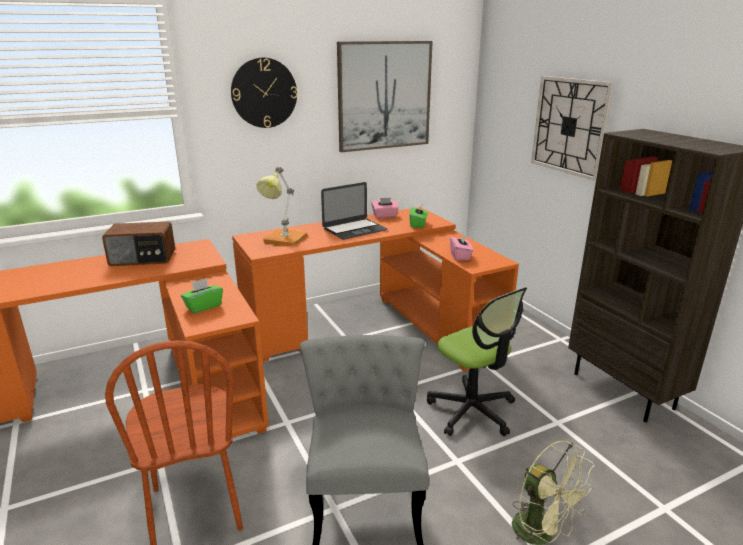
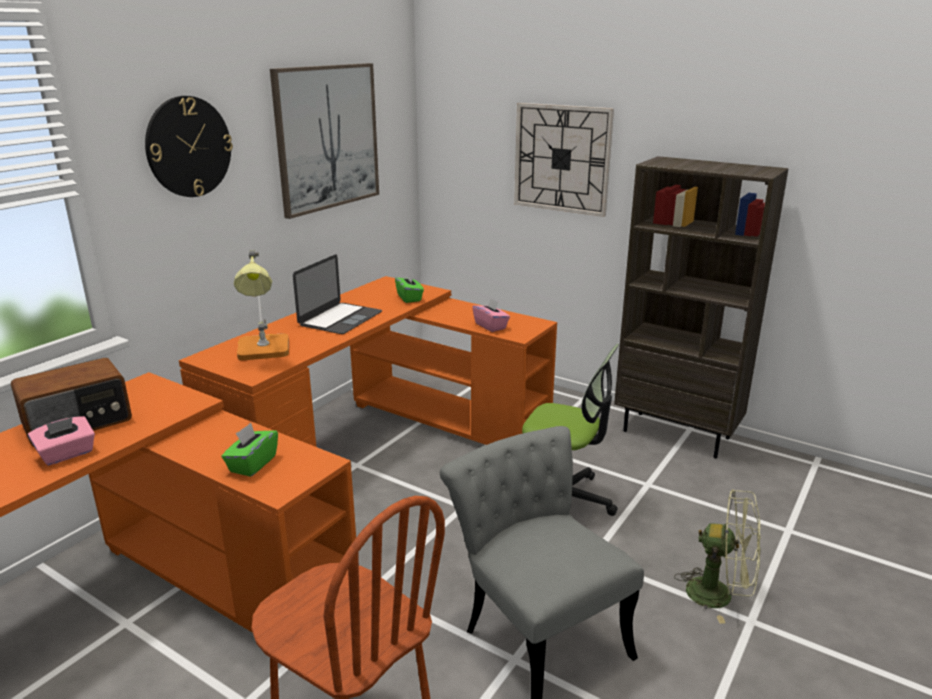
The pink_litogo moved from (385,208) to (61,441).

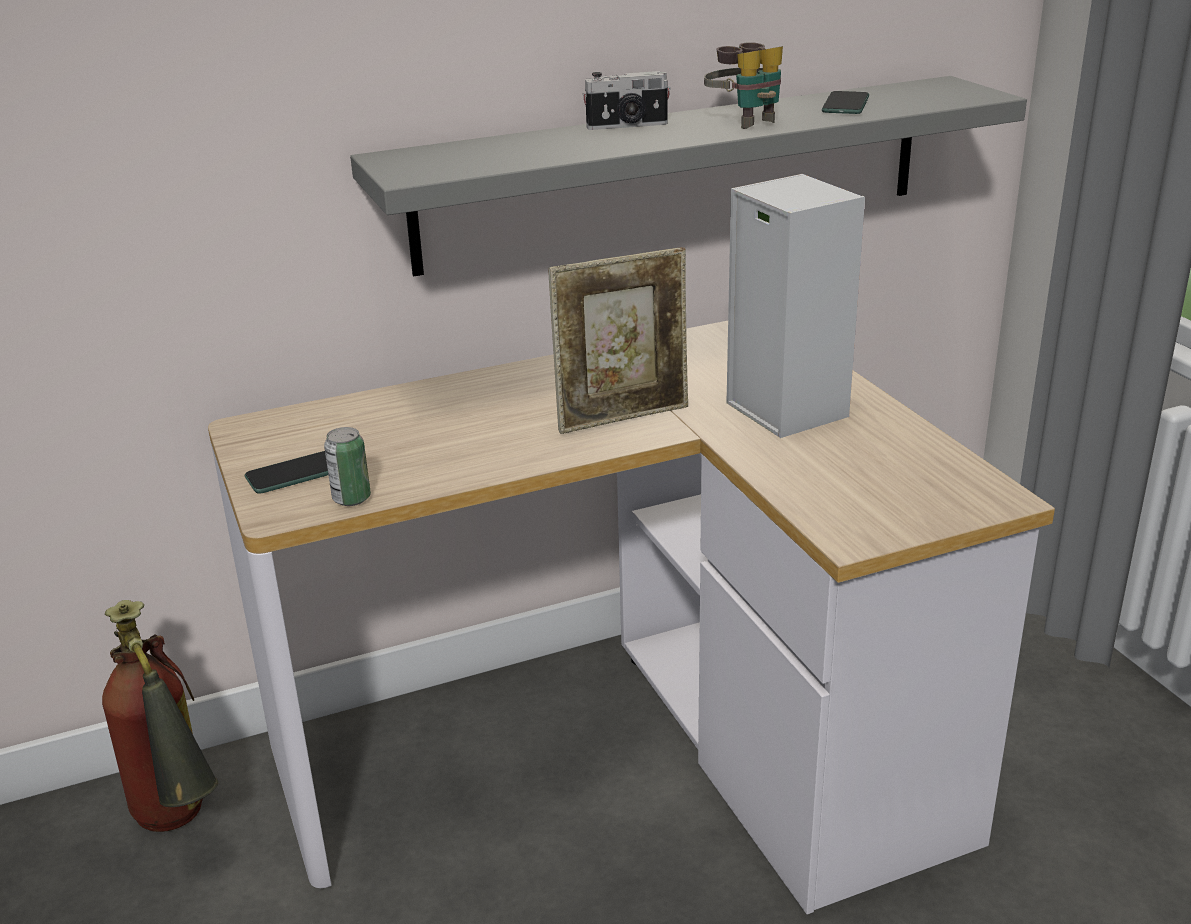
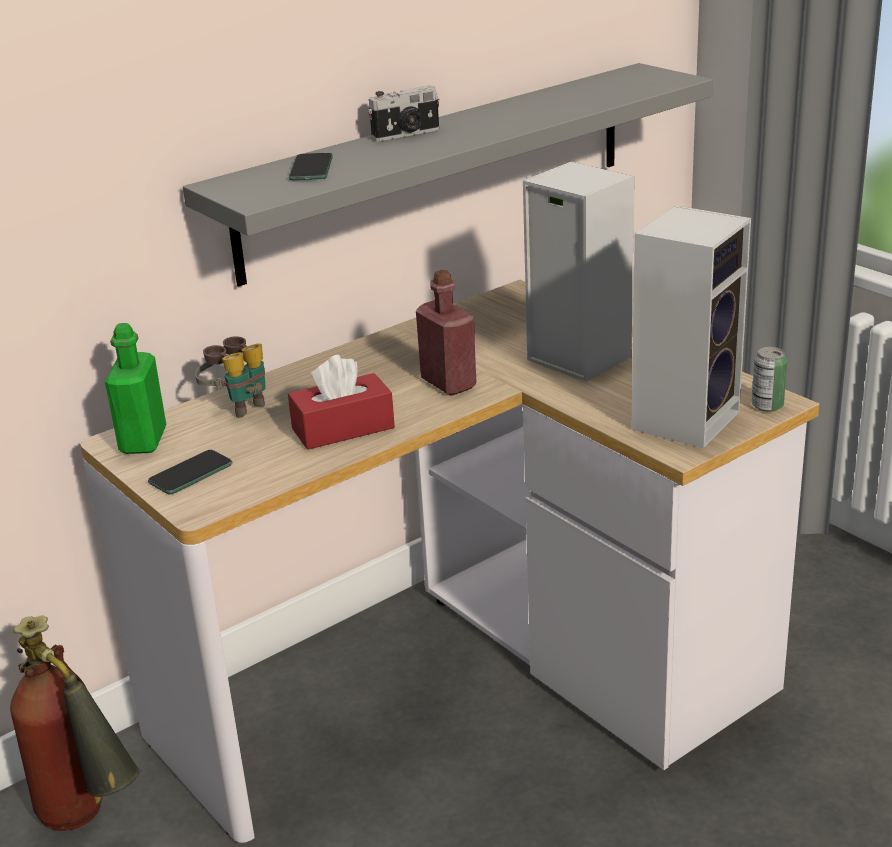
The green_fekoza at (135,388) appeared. The red_litogo at (341,402) appeared. The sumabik at (691,327) appeared. The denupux moved from (347,466) to (769,379). The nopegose moved from (743,85) to (230,377). The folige moved from (845,102) to (311,166). The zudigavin at (618,340) was replaced by the red_fekoza at (446,333).

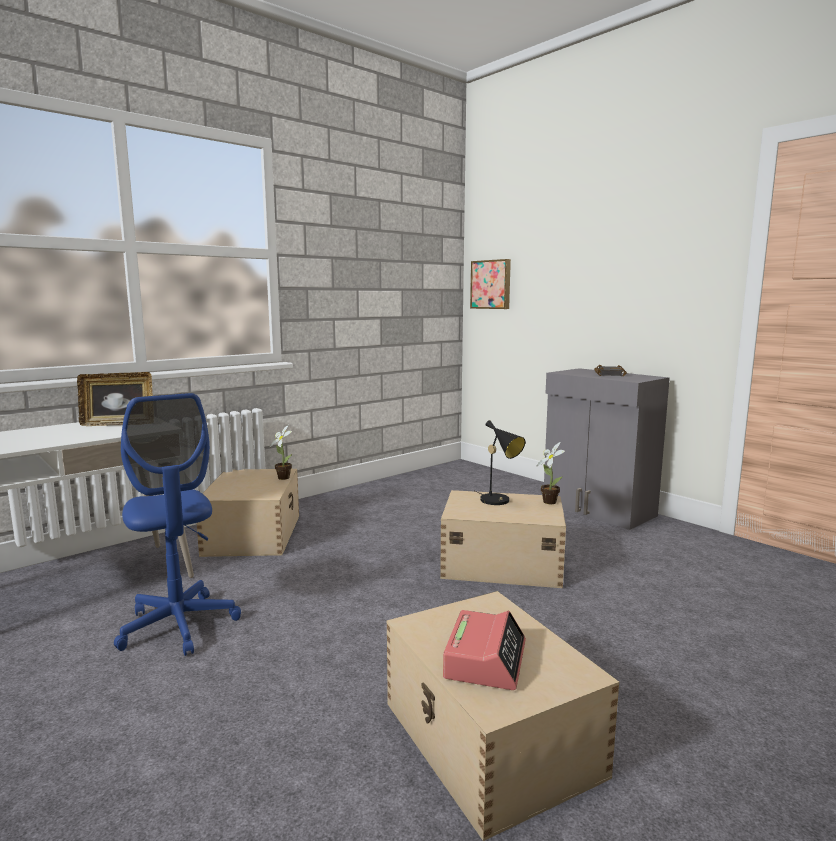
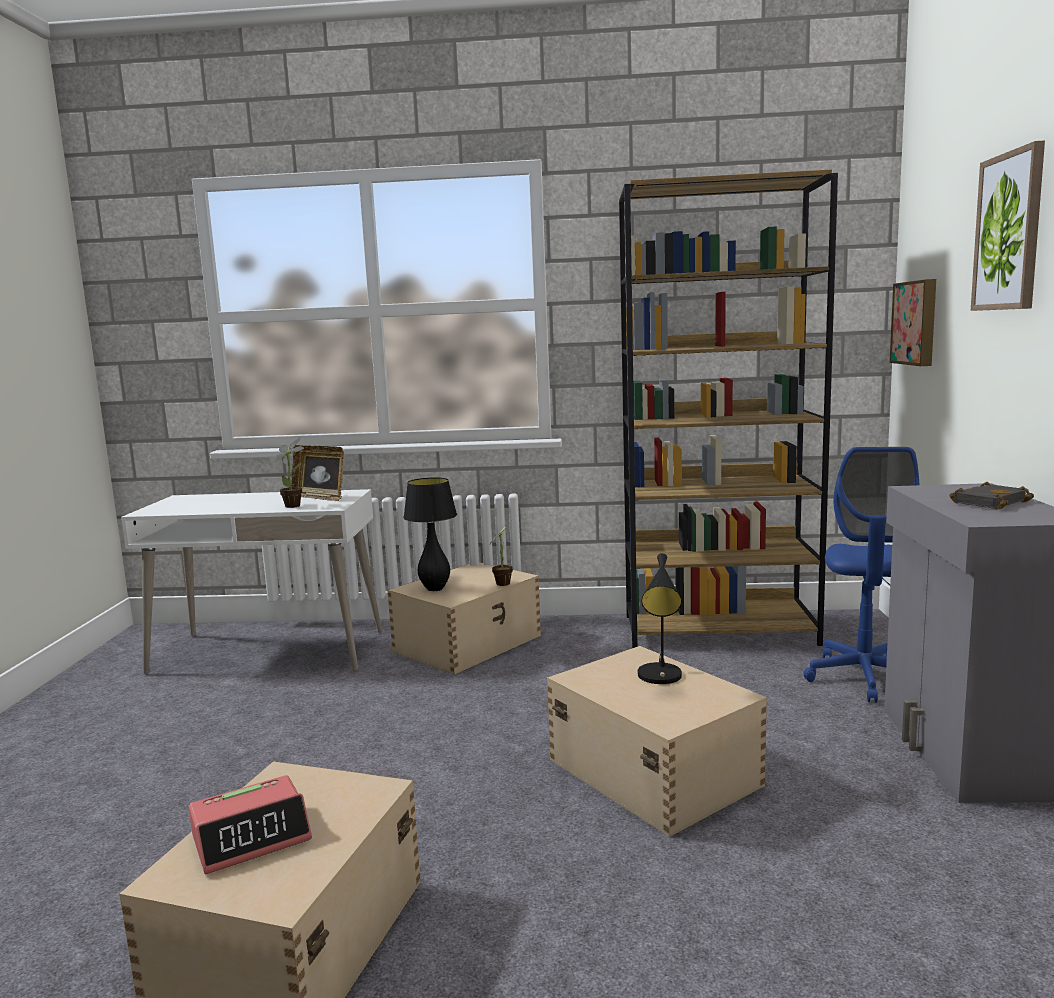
The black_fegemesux at (430,534) appeared. The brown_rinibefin at (728,408) appeared. The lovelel at (1008,225) appeared. The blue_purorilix moved from (177,524) to (861,575). The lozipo moved from (551,473) to (287,473).

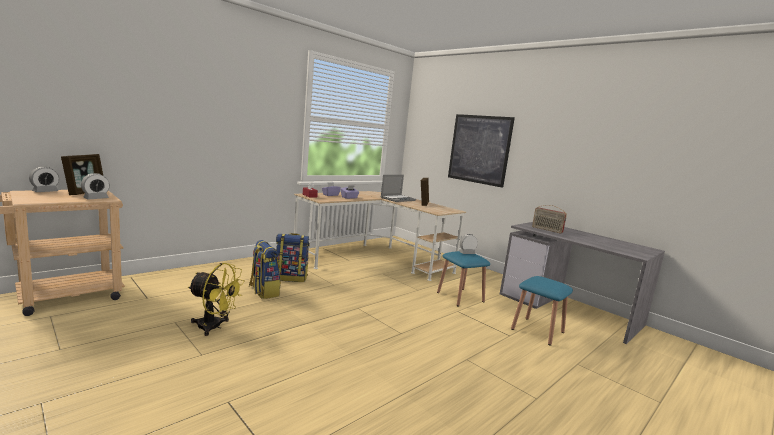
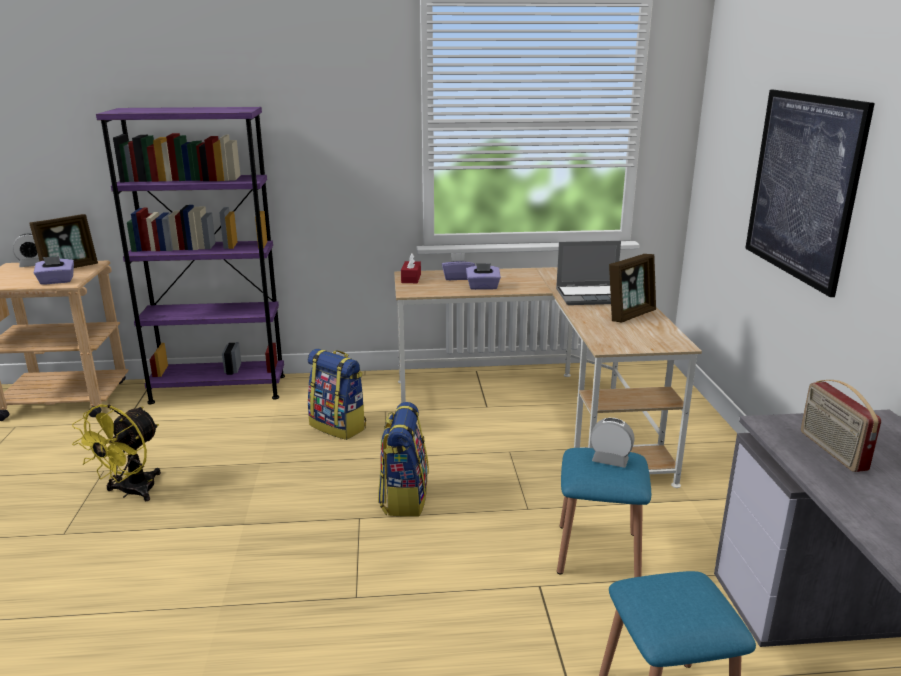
The purple_rinibefin at (190,255) appeared. The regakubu moved from (265,269) to (403,459). The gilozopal at (95,186) was replaced by the purple_litogo at (54,270). The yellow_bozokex at (216,299) turned 60 degrees clockwise.

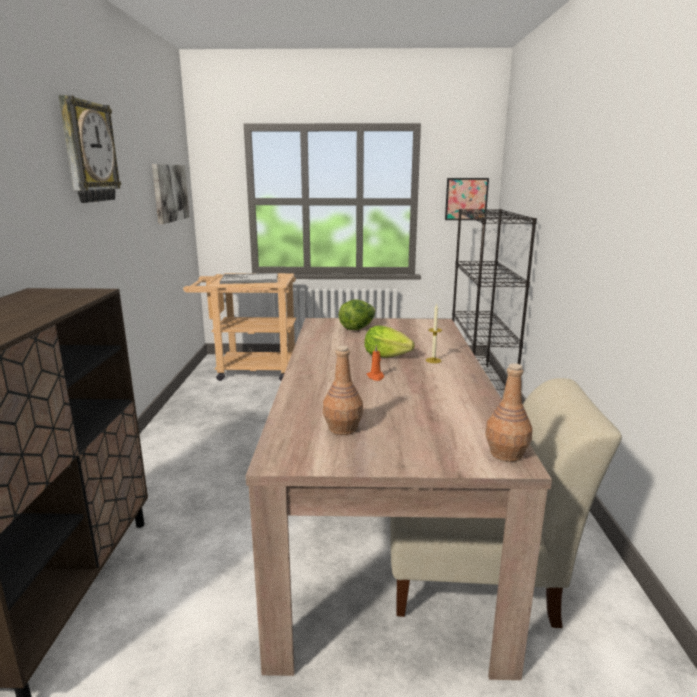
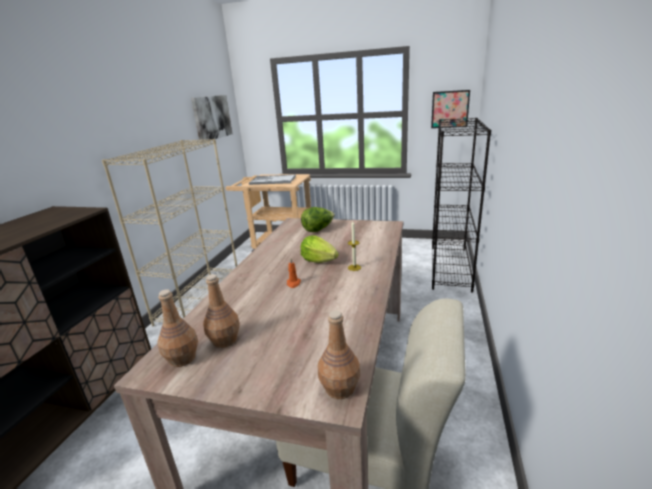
The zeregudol at (90,149) disappeared. The beige_rinibefin at (169,232) appeared. The brown_fekoza at (178,328) appeared.

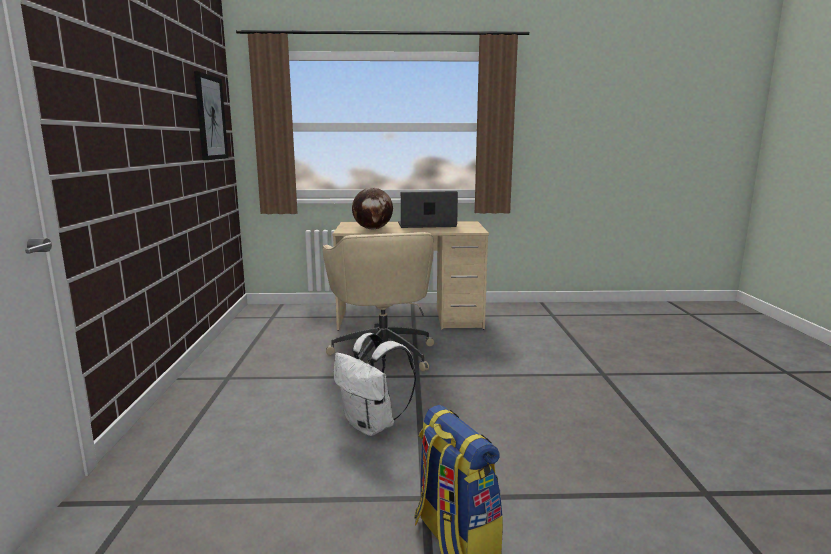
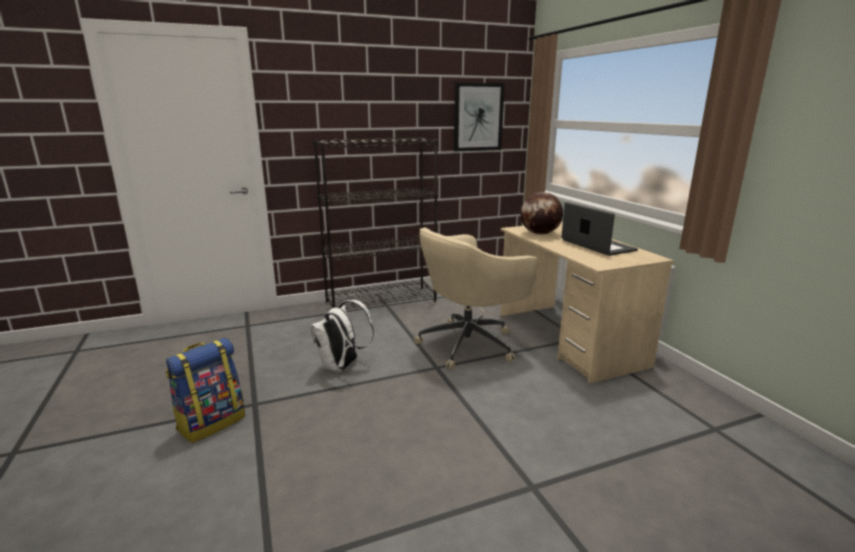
The black_rinibefin at (375,223) appeared.

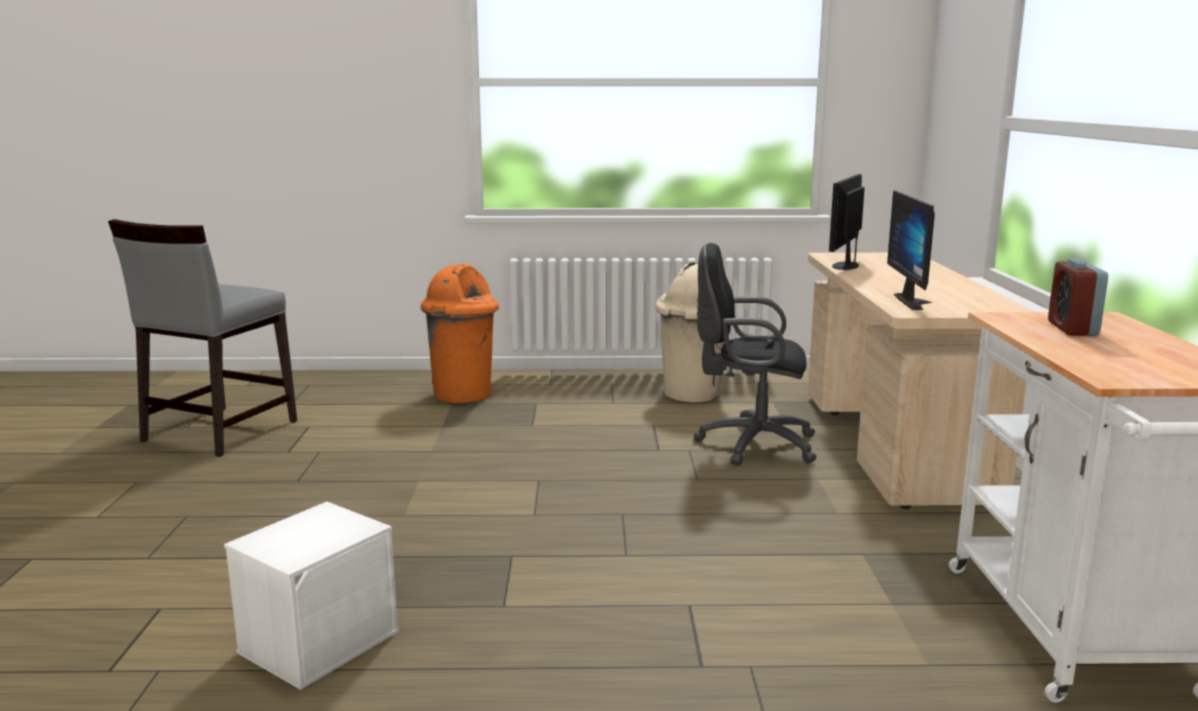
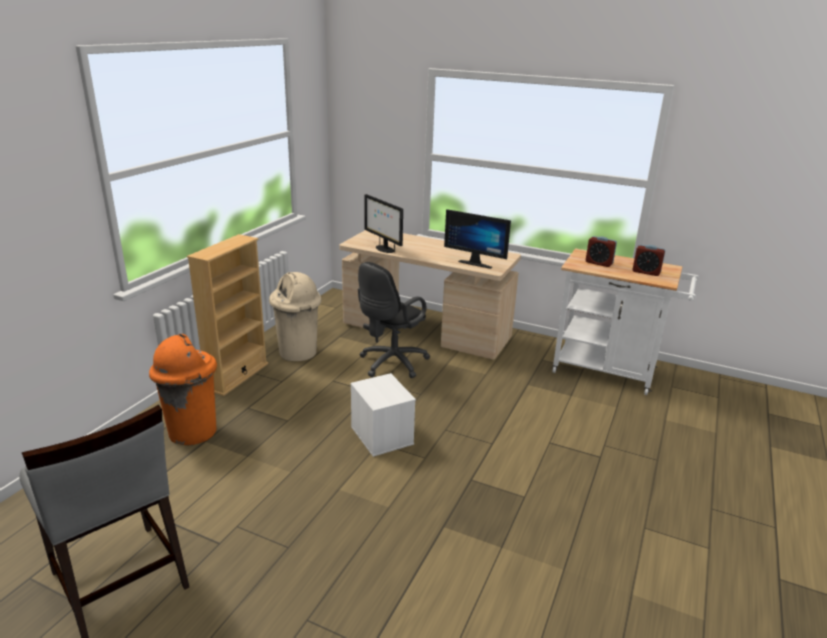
The beige_rinibefin at (227,315) appeared. The gilozopal at (648,260) appeared. The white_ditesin moved from (311,596) to (383,415).

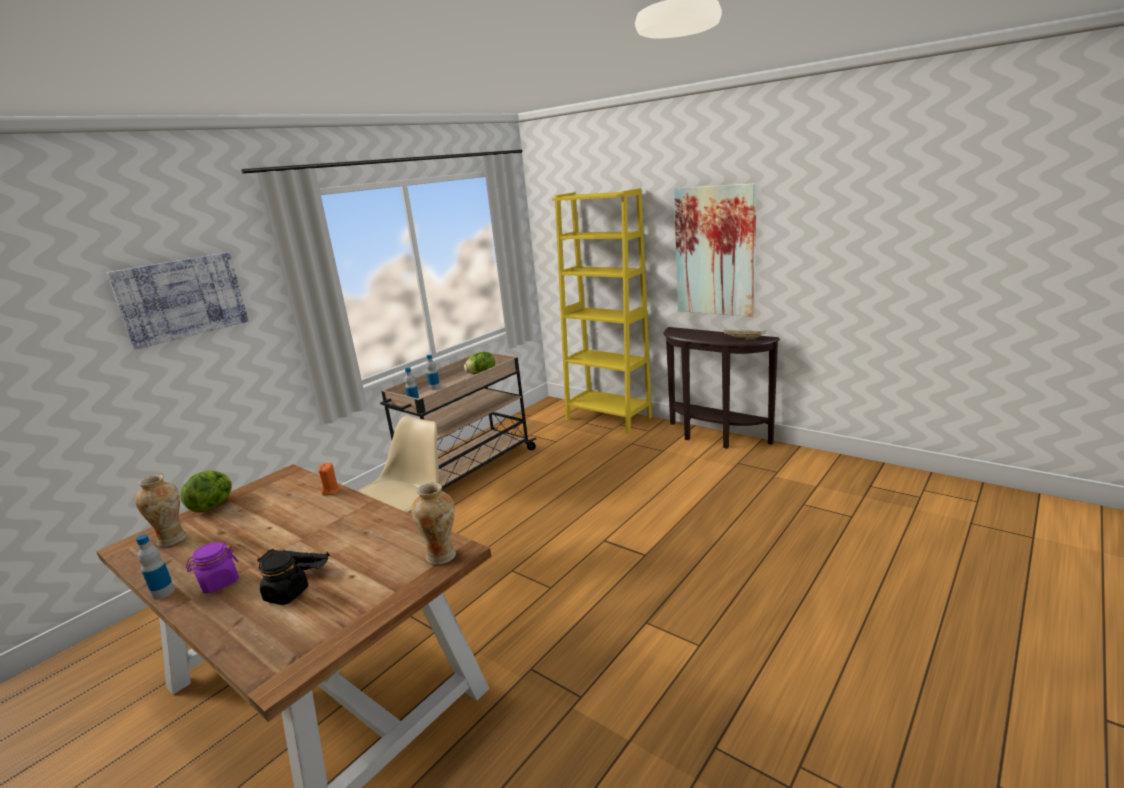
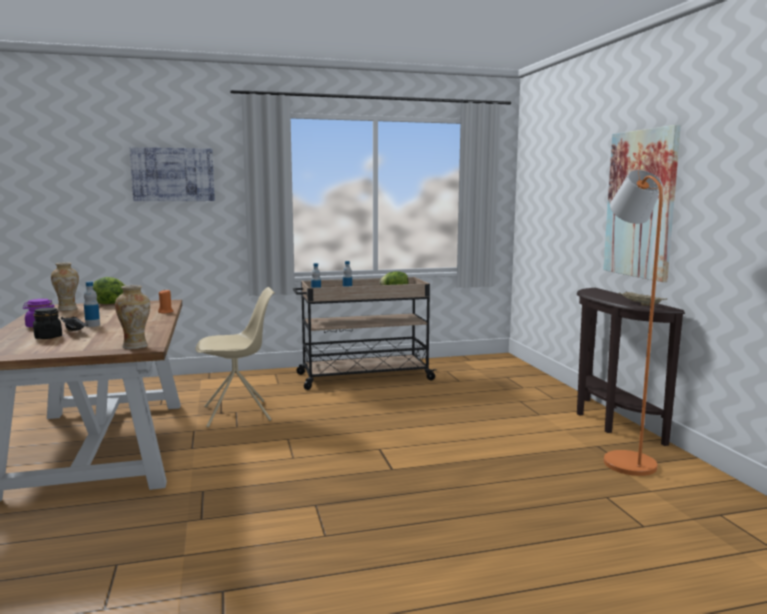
The yellow_rinibefin at (602,311) disappeared. The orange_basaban at (633,323) appeared. The fekoza moved from (155,567) to (92,304).

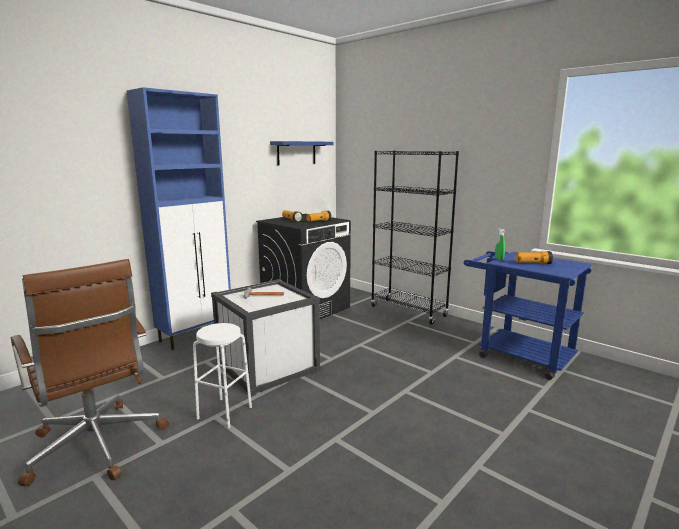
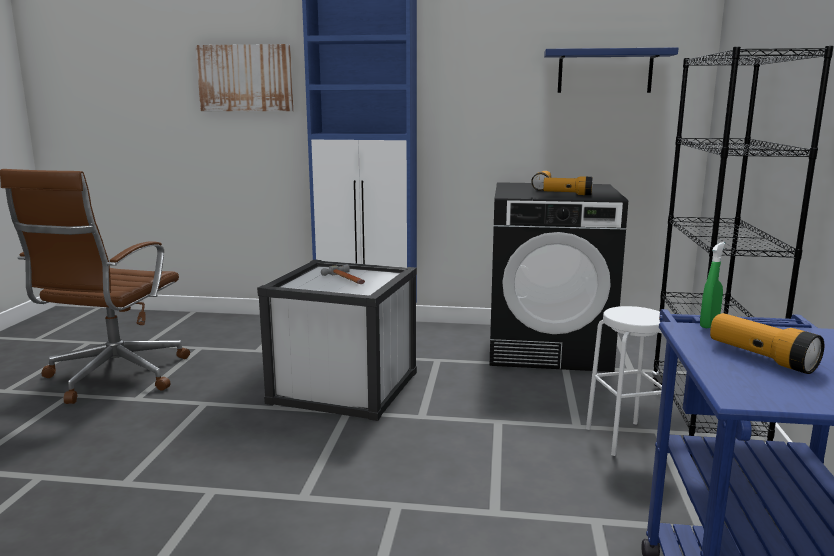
The lovelel at (244,77) appeared. The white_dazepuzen moved from (222,375) to (624,381).

